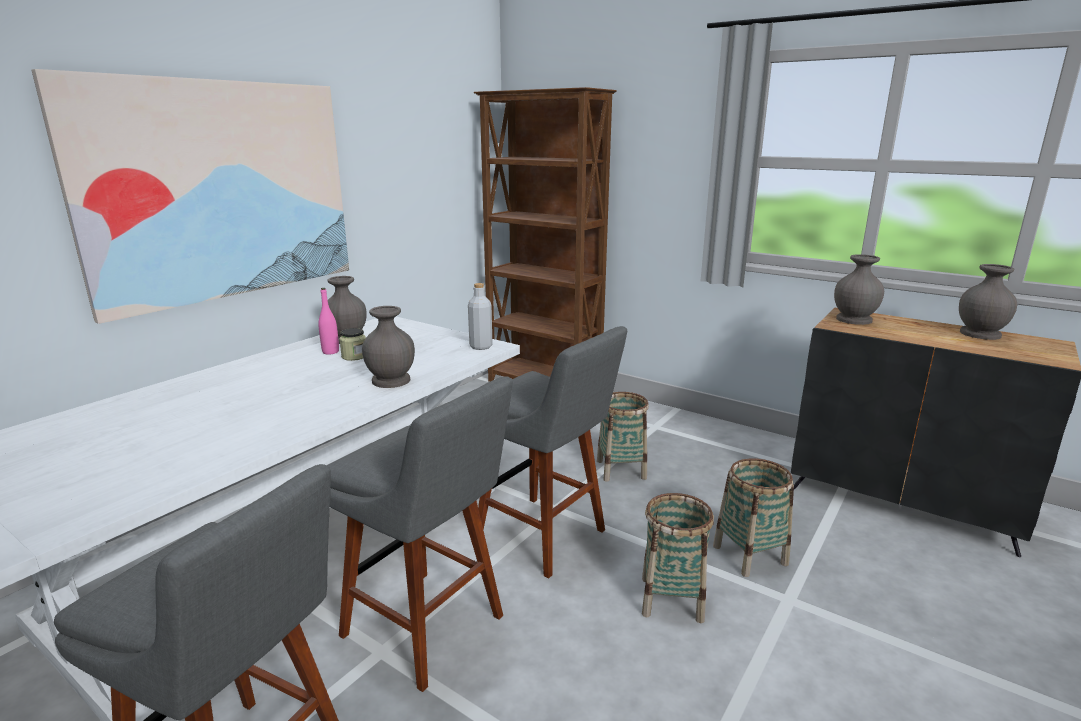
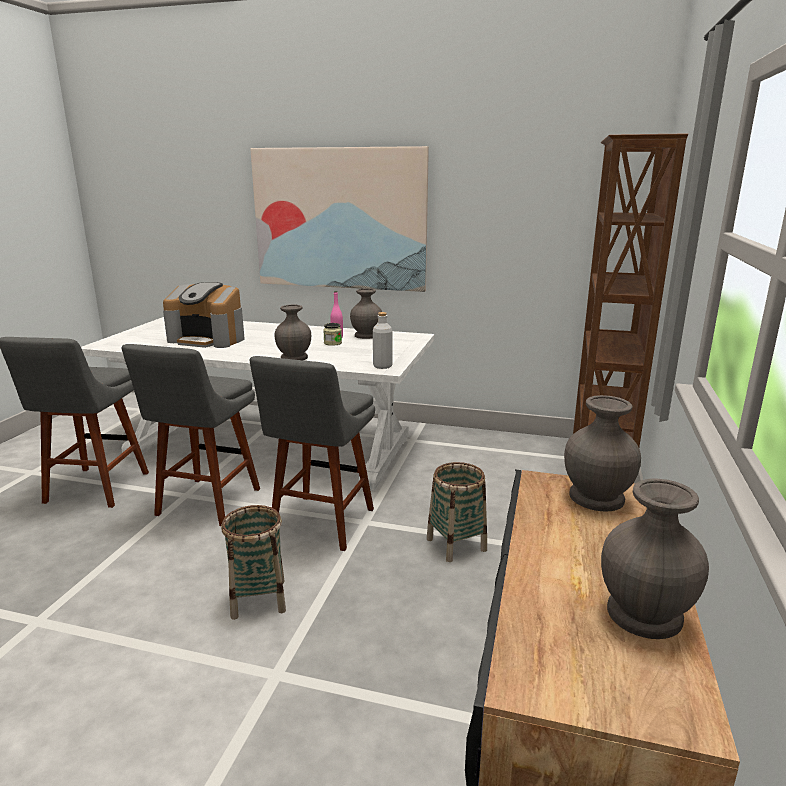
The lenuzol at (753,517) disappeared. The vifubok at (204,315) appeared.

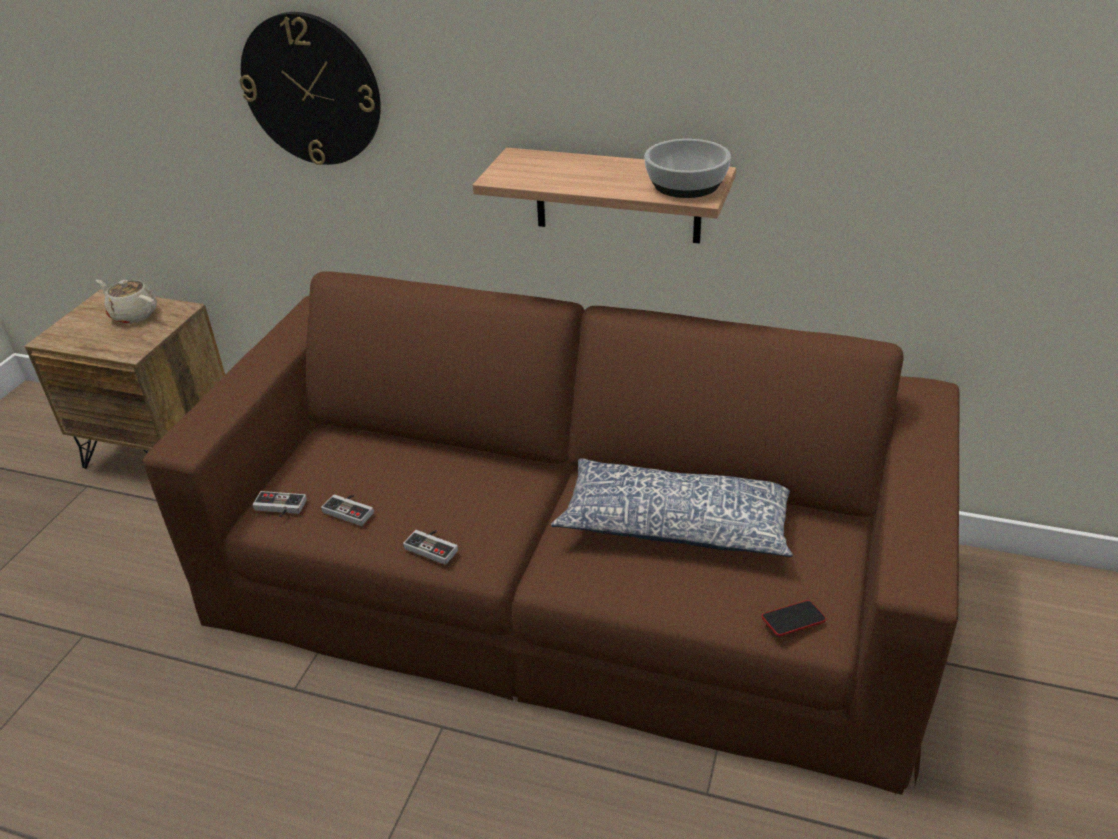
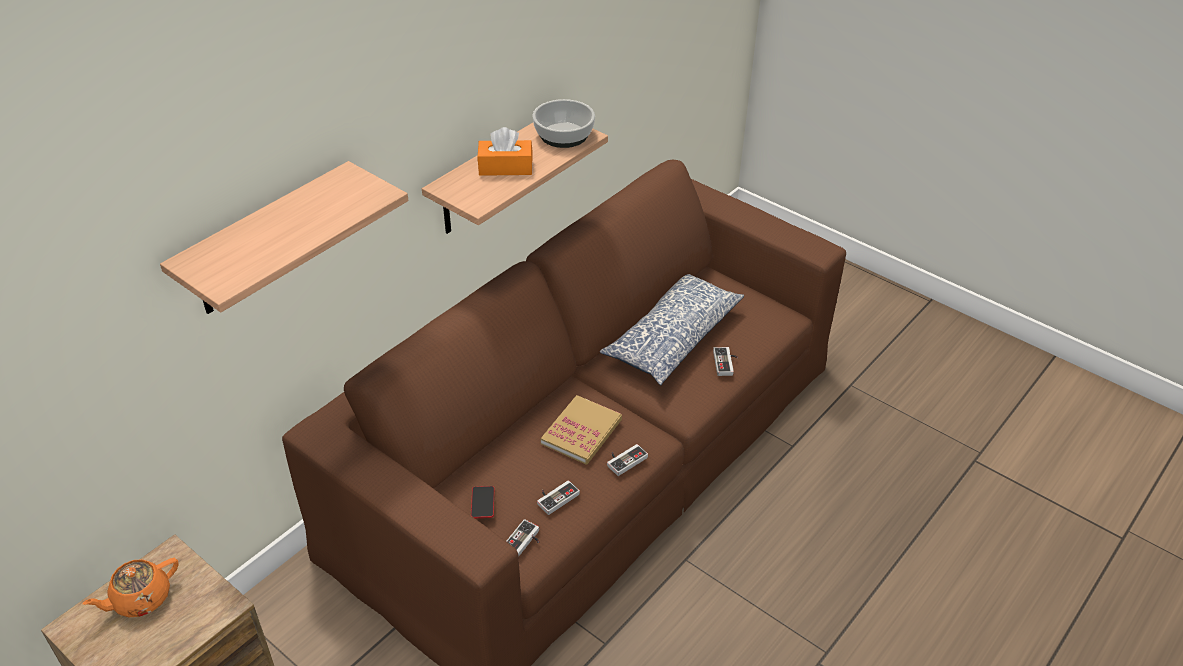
The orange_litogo at (505,151) appeared. The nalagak at (581,430) appeared. The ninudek at (725,361) appeared. The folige moved from (793,618) to (482,502). The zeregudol at (310,88) was replaced by the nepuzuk at (284,237). The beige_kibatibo at (126,302) became the orange_kibatibo at (131,587).

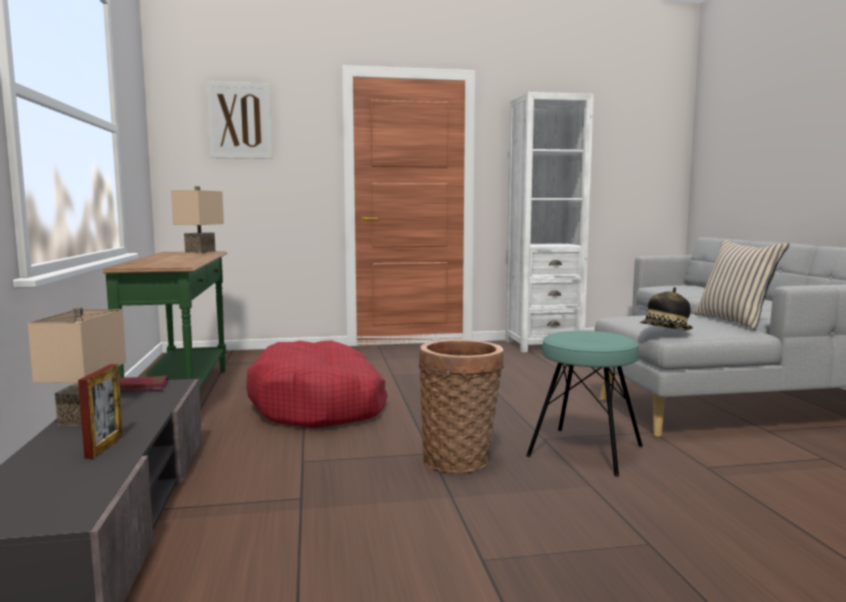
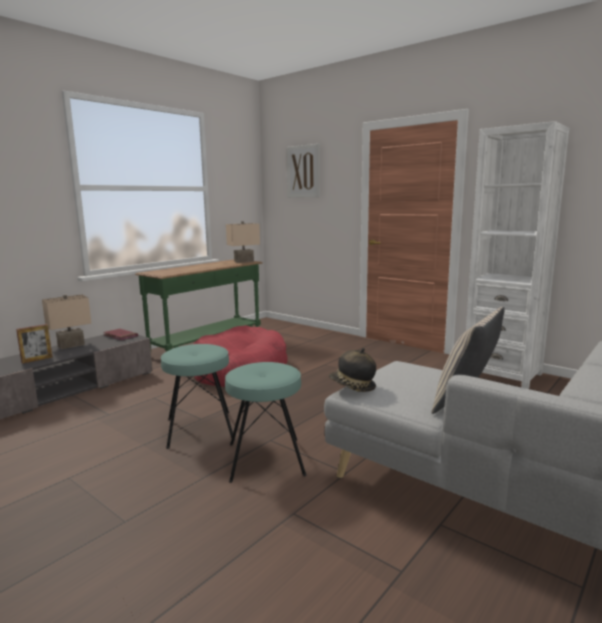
The lenuzol at (461,406) was replaced by the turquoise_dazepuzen at (197,396).

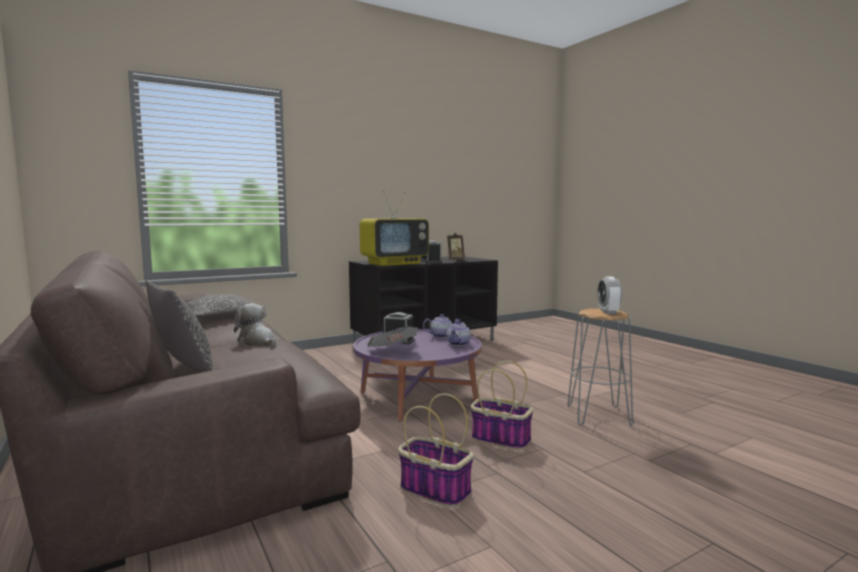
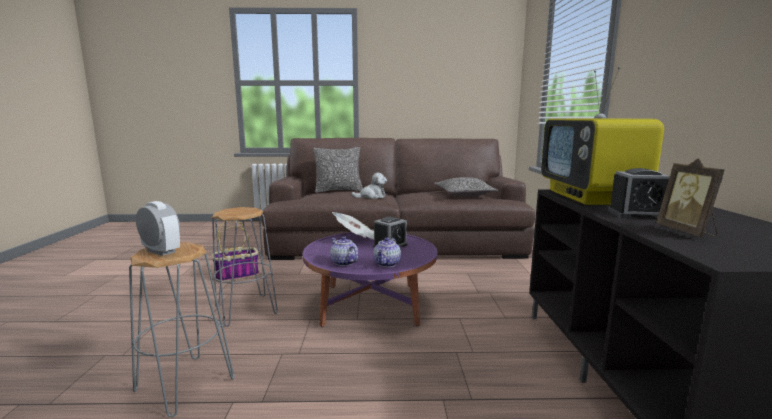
The lenuzol at (502,405) was replaced by the grey_dazepuzen at (245,267).

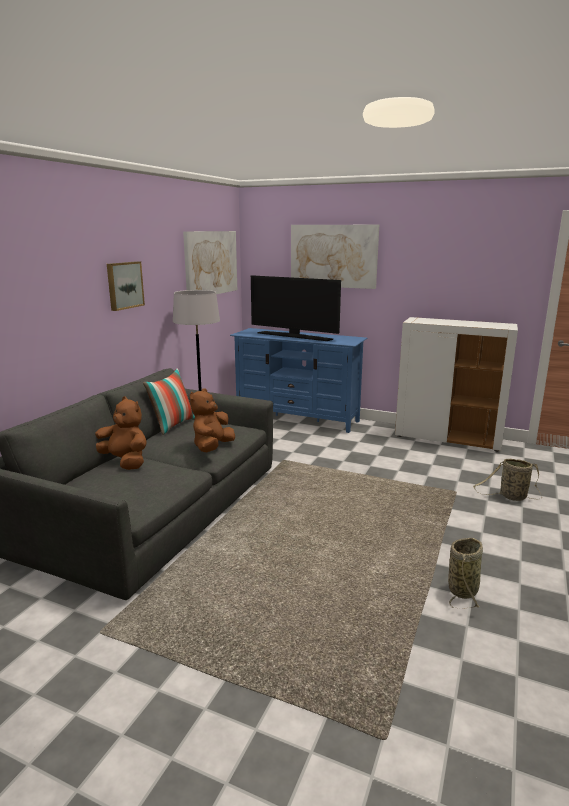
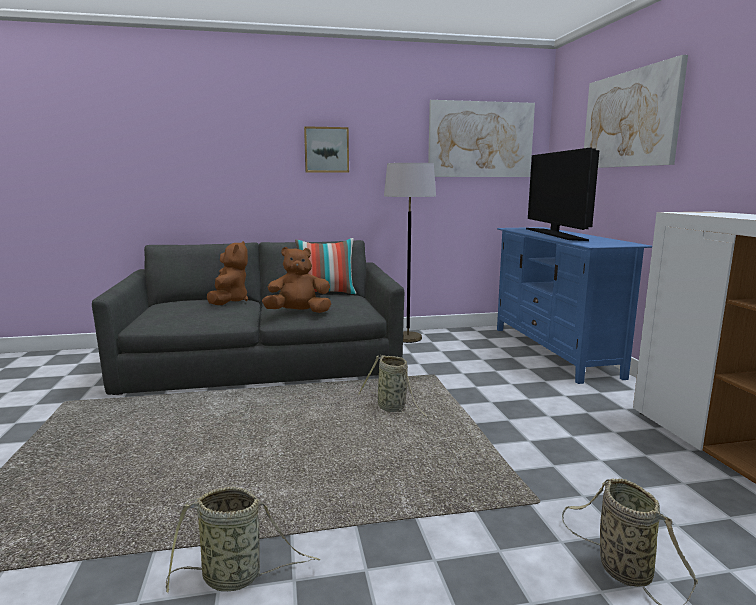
The lenuzol at (393,386) appeared.

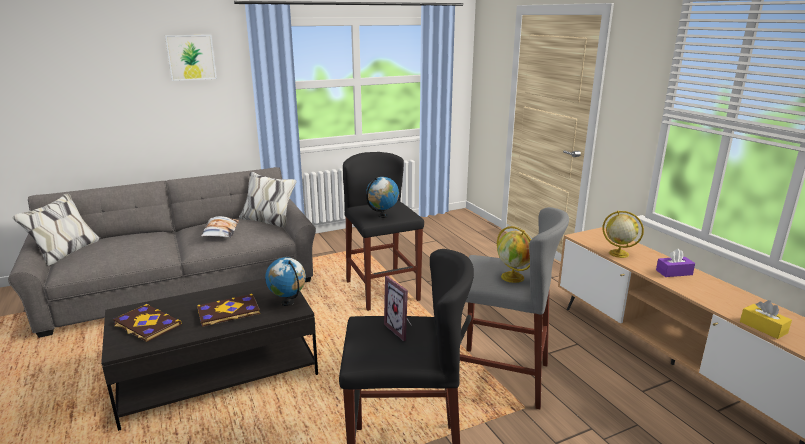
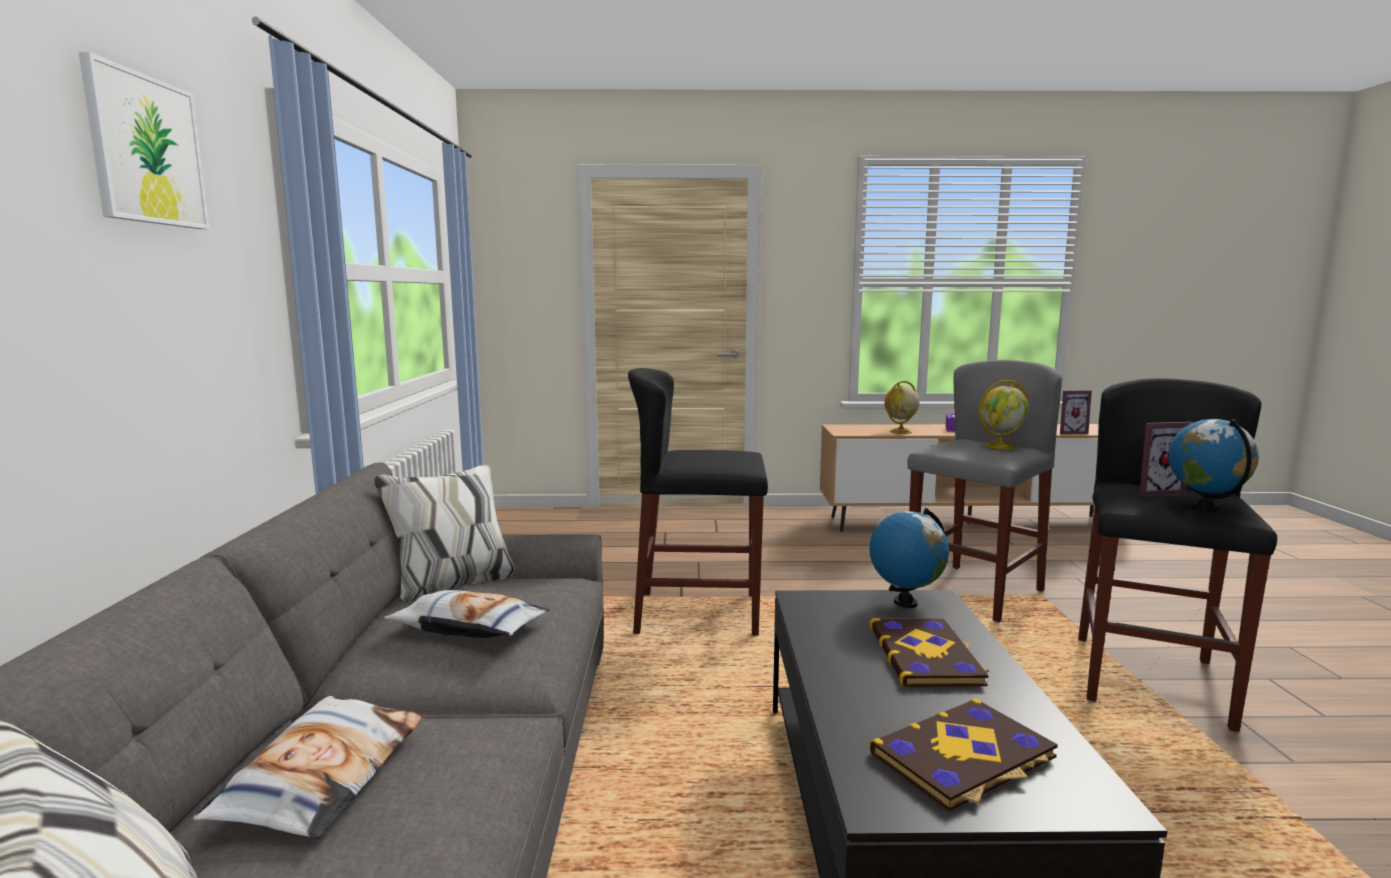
The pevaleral at (308,768) appeared. The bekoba moved from (382,197) to (1213,465). The yellow_litogo at (766,319) was replaced by the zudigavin at (1076,412).

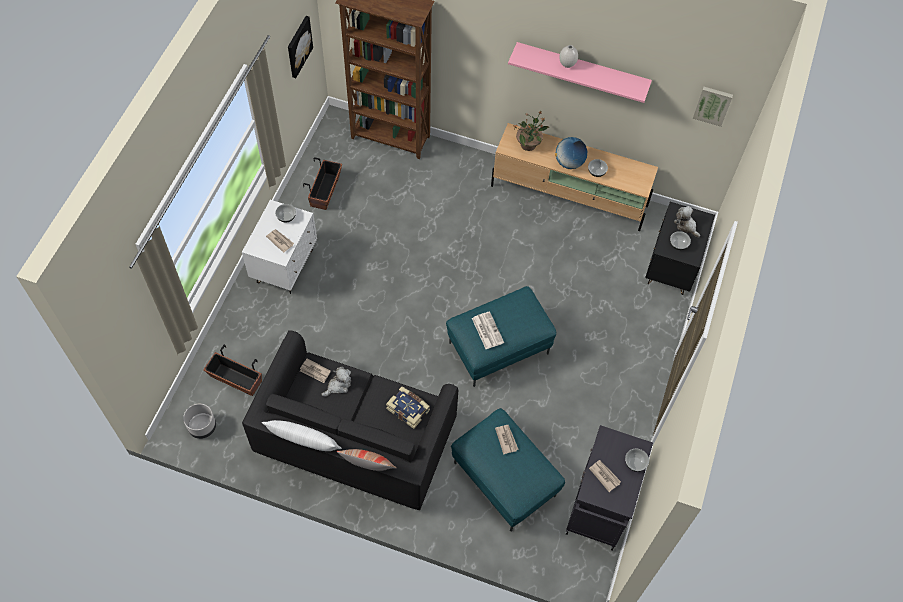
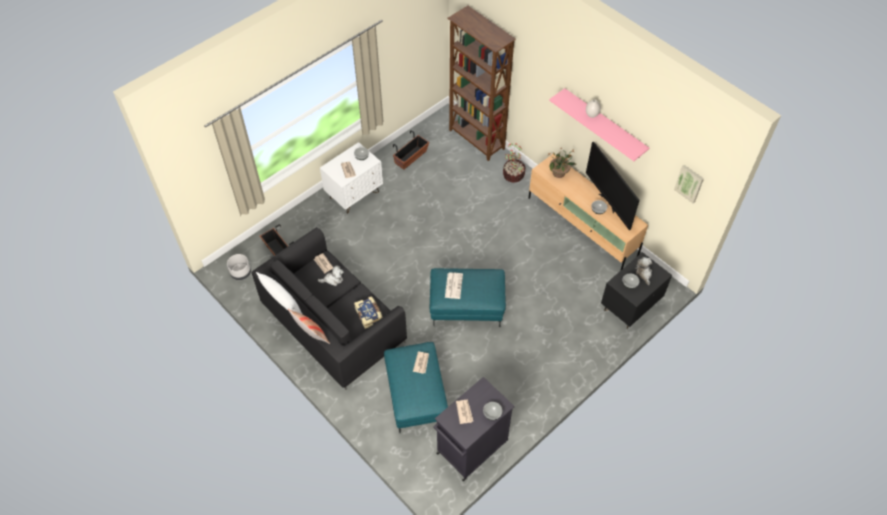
The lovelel at (300,47) disappeared. The bekoba at (571,153) disappeared. The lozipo at (514,163) appeared. The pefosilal at (612,186) appeared.

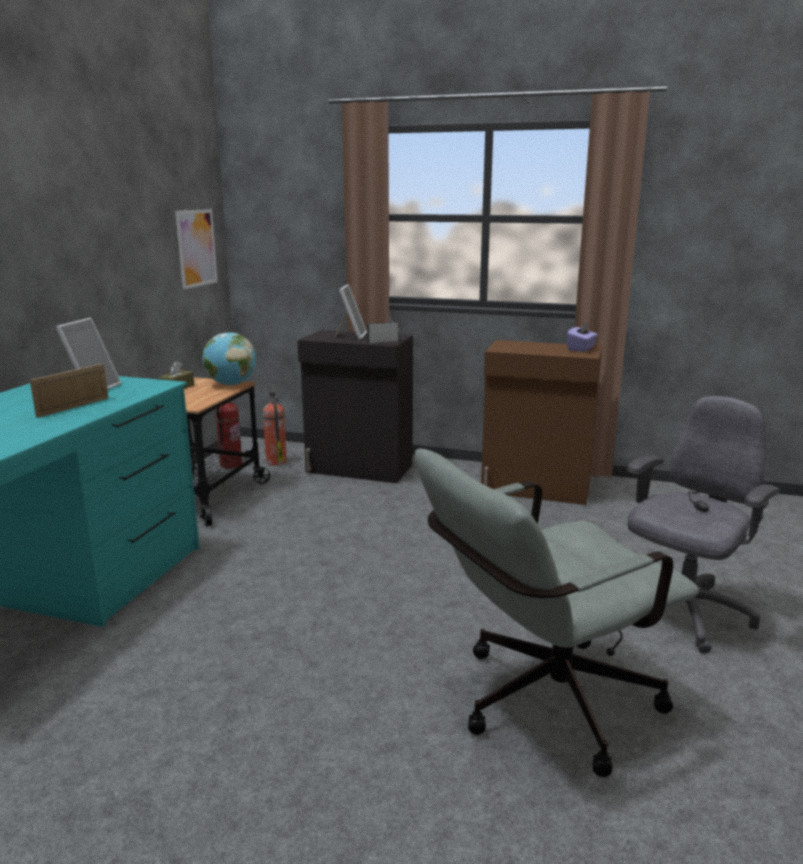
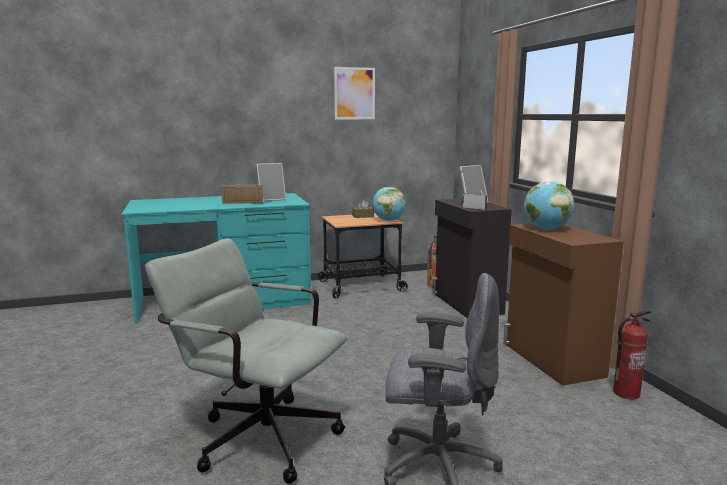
The purple_litogo at (582,337) disappeared. The bekoba at (549,206) appeared. The lovelel moved from (196,249) to (354,93). The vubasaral moved from (228,435) to (632,354).

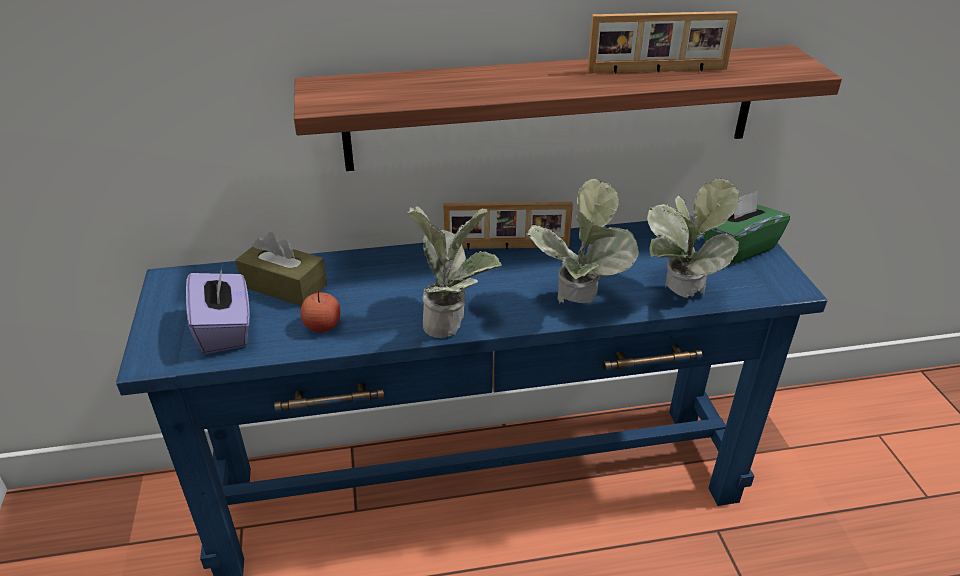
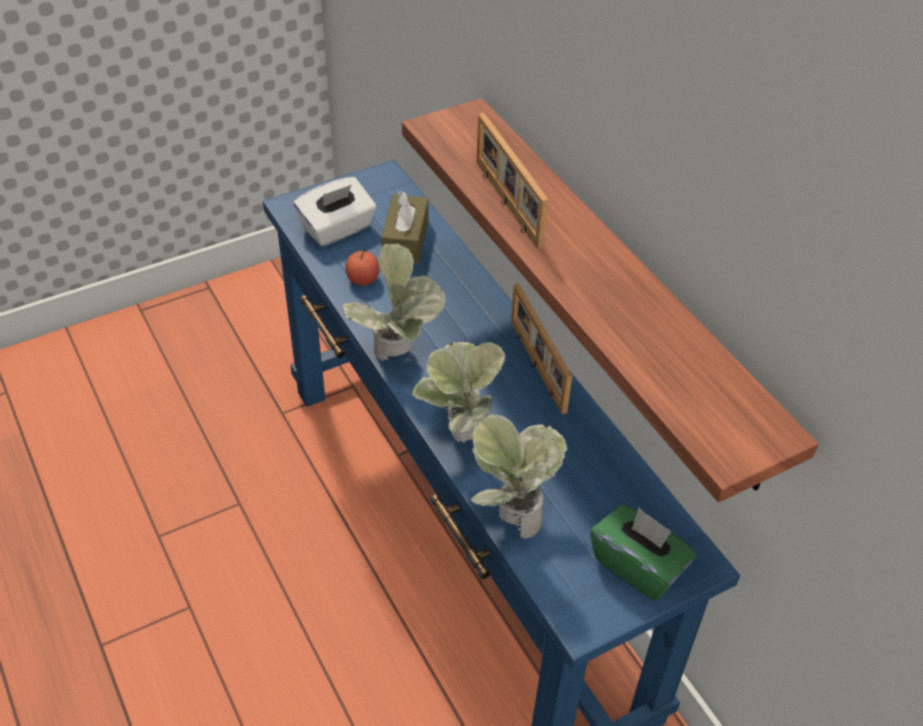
The zudigavin moved from (662,42) to (512,181). The purple_litogo at (218,310) became the white_litogo at (335,212).

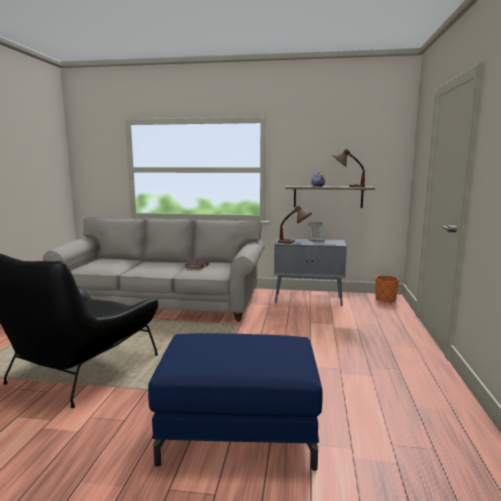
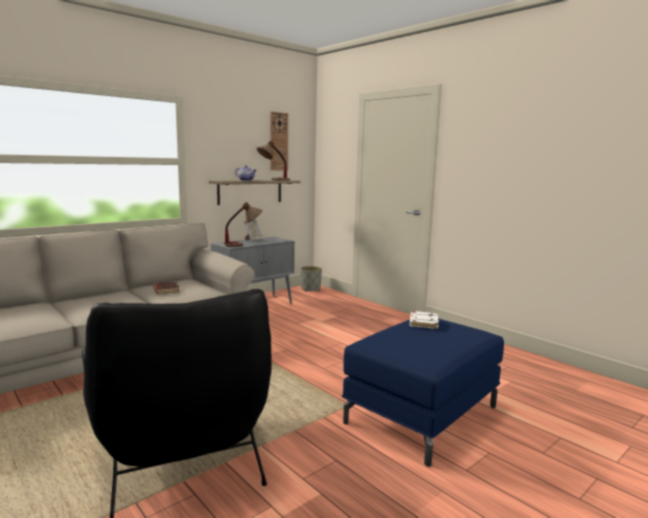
The zeregudol at (279,140) appeared. The white_nalagak at (424,320) appeared. The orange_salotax at (387,289) became the grey_salotax at (311,279).

